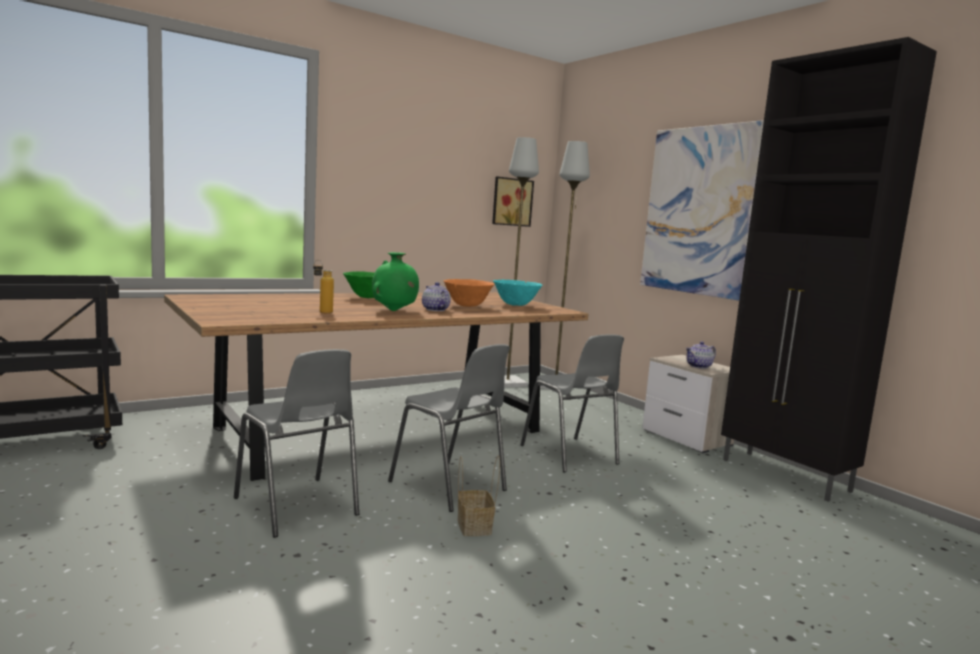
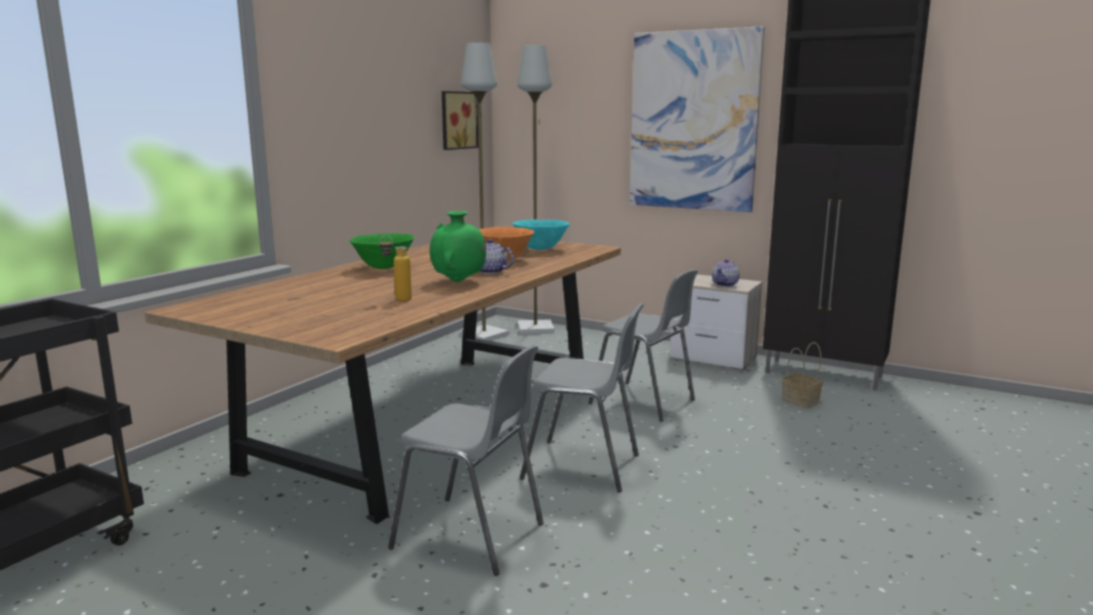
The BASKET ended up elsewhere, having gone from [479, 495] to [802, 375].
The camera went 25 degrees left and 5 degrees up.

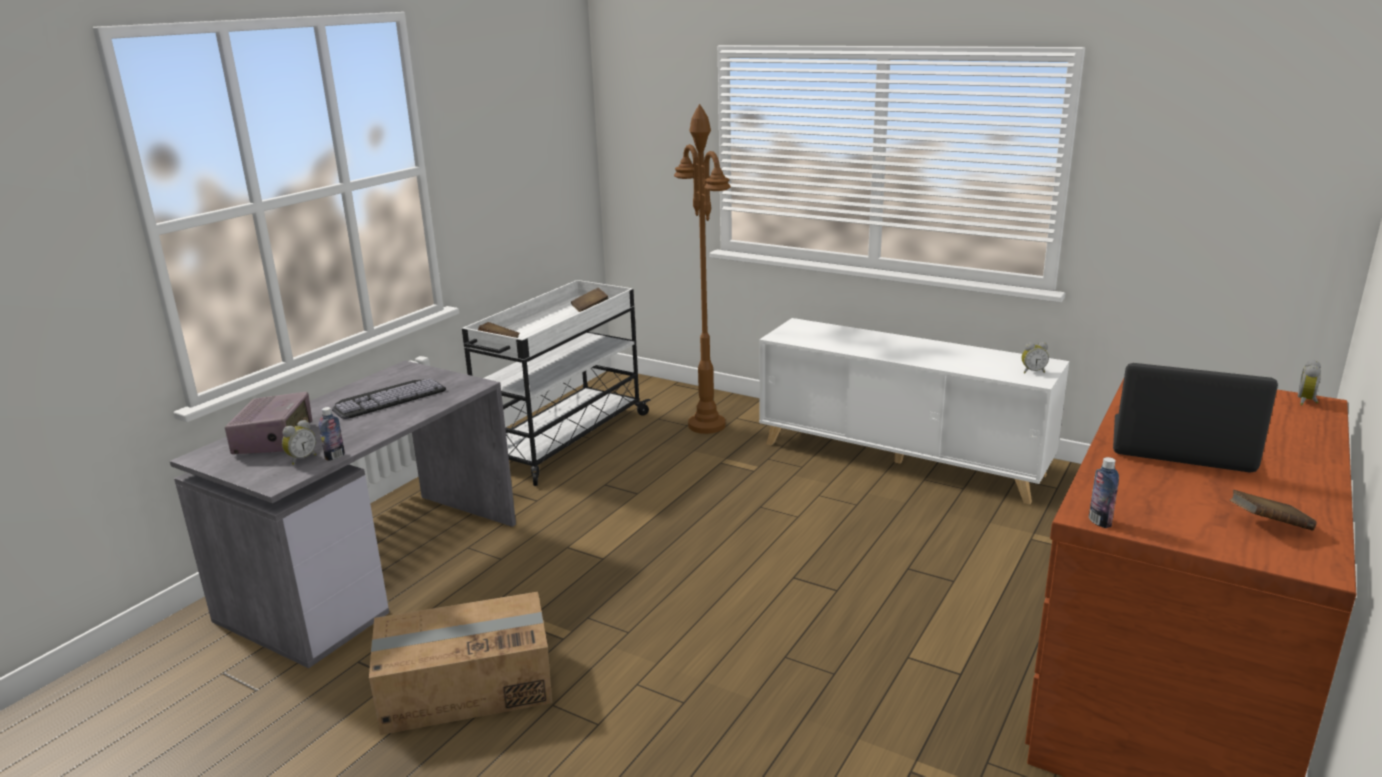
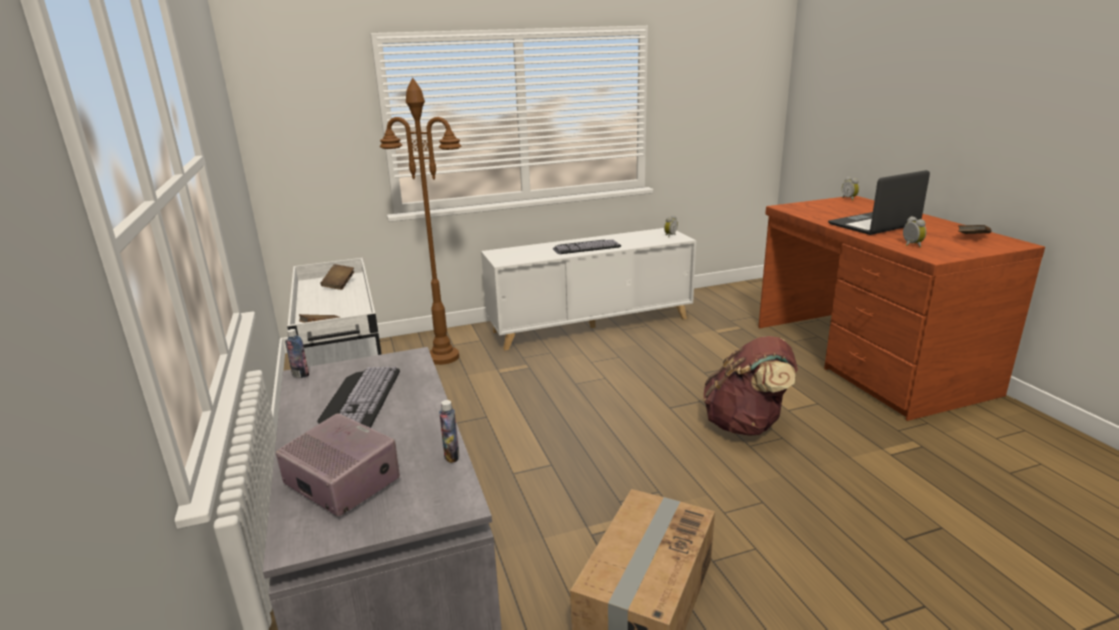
The ALARM CLOCK ended up elsewhere, having gone from [299, 442] to [914, 231].
The BOTTLE ended up elsewhere, having gone from [1104, 492] to [297, 353].
The second view gained the KEYBOARD at [587, 246].
The second view gained the BROWN BACKPACK at [750, 386].
The camera went 50 degrees left and 0 degrees up.

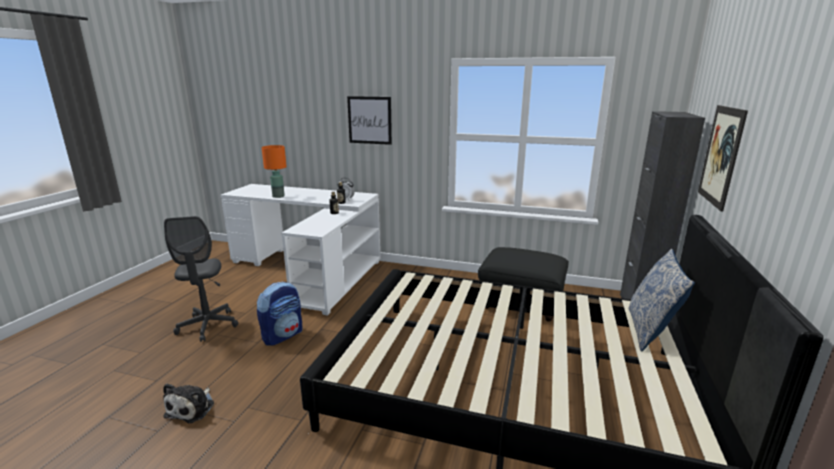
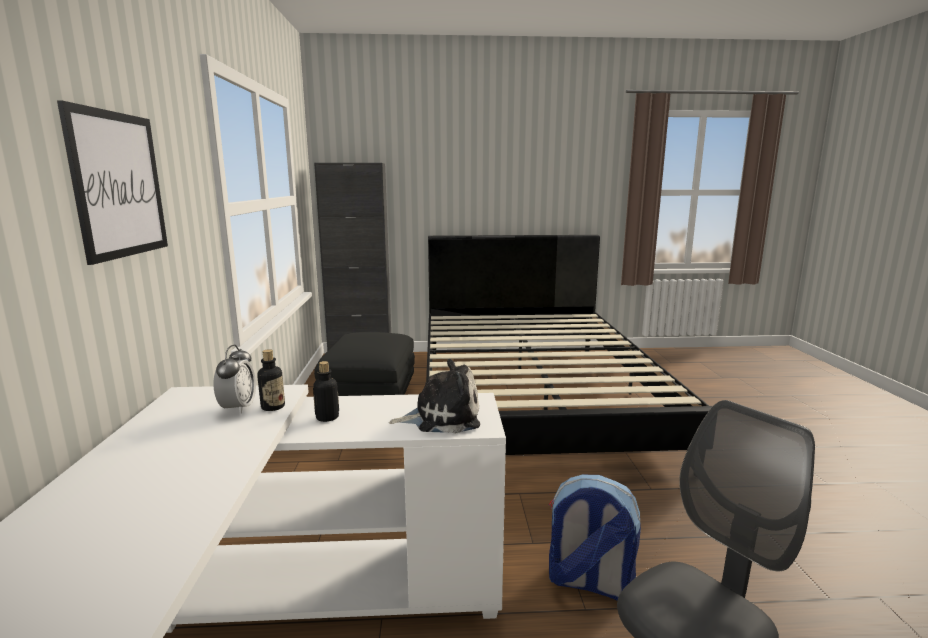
The second view lost the PICTURE at [723, 158].
The second view lost the ORANGE TABLE LAMP at [274, 171].
The second view lost the PILLOW at [662, 300].
The PLUSH TOY ended up elsewhere, having gone from [188, 403] to [434, 396].
The camera went 110 degrees left and 5 degrees down.

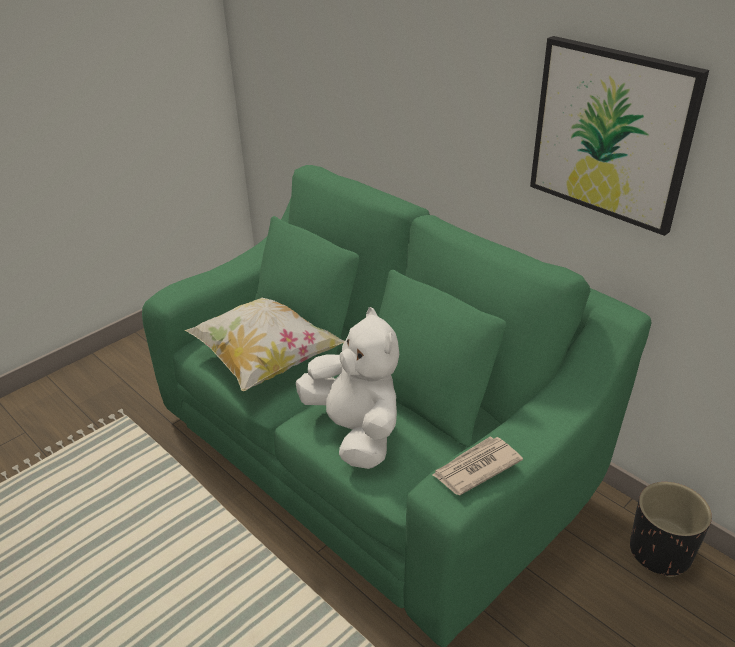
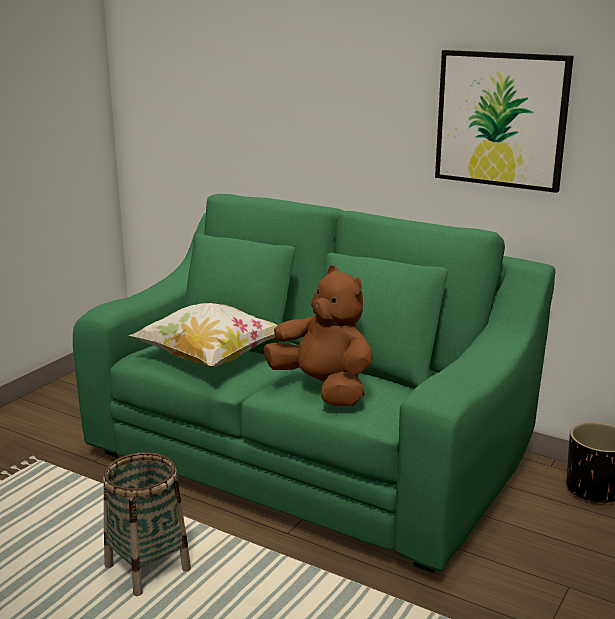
What was the WHITE PLUSH TOY at [347, 388] turned into the BROWN PLUSH TOY at [318, 335].
The second view lost the NEWSPAPER at [477, 465].
The second view gained the BASKET at [147, 524].
The camera went 15 degrees left and 15 degrees down.

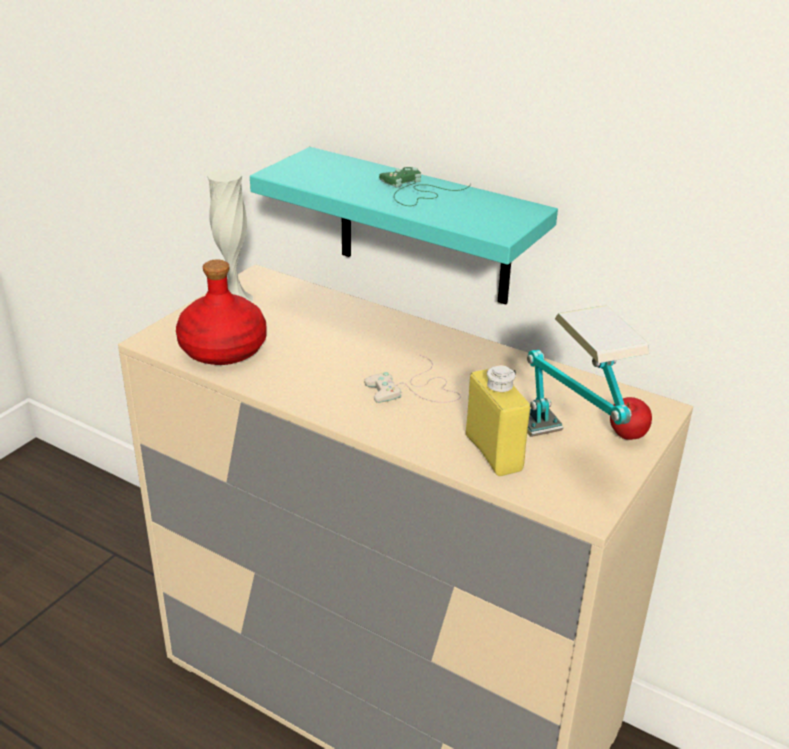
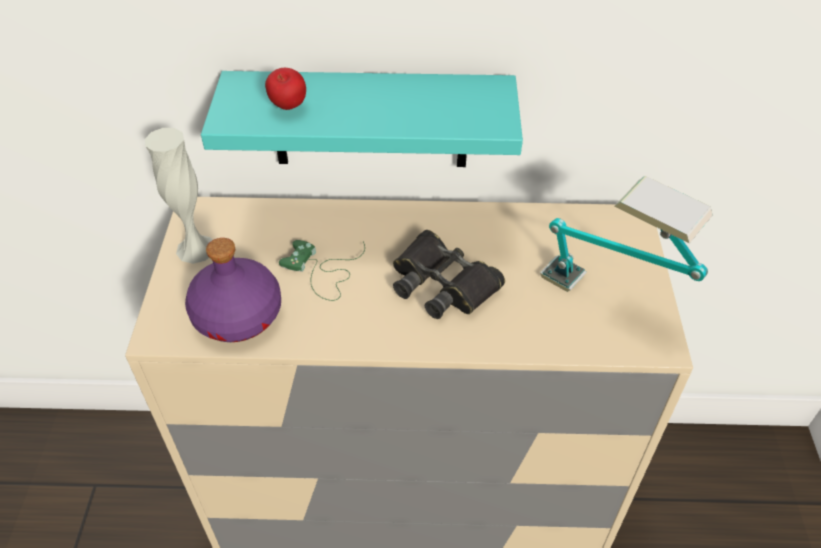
The GREEN GAME CONTROLLER ended up elsewhere, having gone from [425, 186] to [322, 270].
What was the RED BOTTLE at [221, 312] turned into the PURPLE BOTTLE at [233, 290].
Where the WHITE GAME CONTROLLER stood at [412, 379], the BLACK BINOCULARS came to stand at [449, 274].
The second view lost the YELLOW BOTTLE at [498, 420].
The APPLE ended up elsewhere, having gone from [631, 418] to [285, 89].
The camera went 30 degrees left and 15 degrees up.

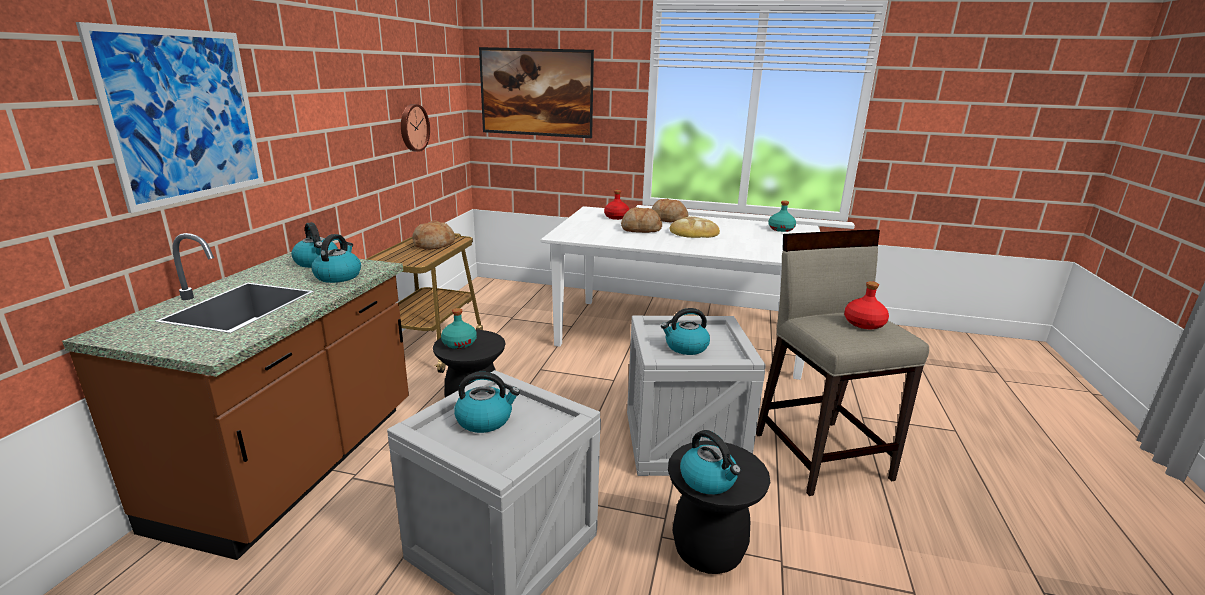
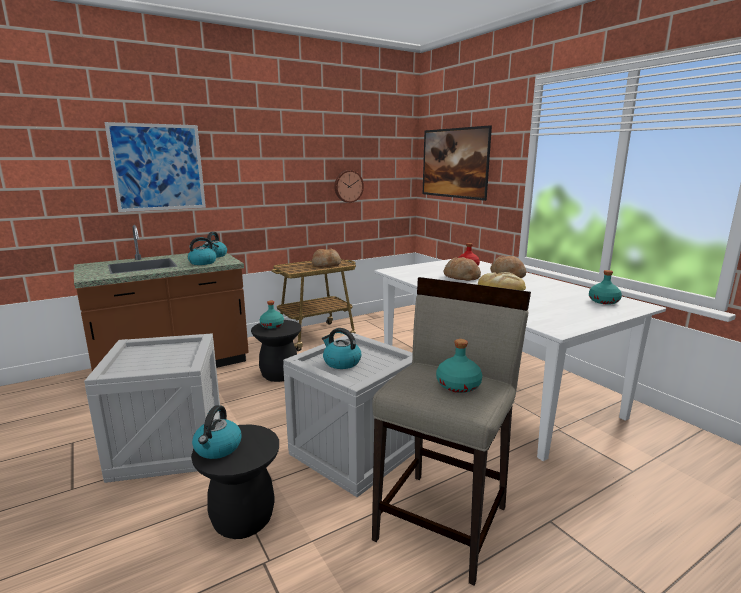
What was the RED BOTTLE at [866, 305] turned into the TURQUOISE BOTTLE at [459, 366].
The second view lost the KETTLE at [487, 402].
The camera went 45 degrees right and 5 degrees down.

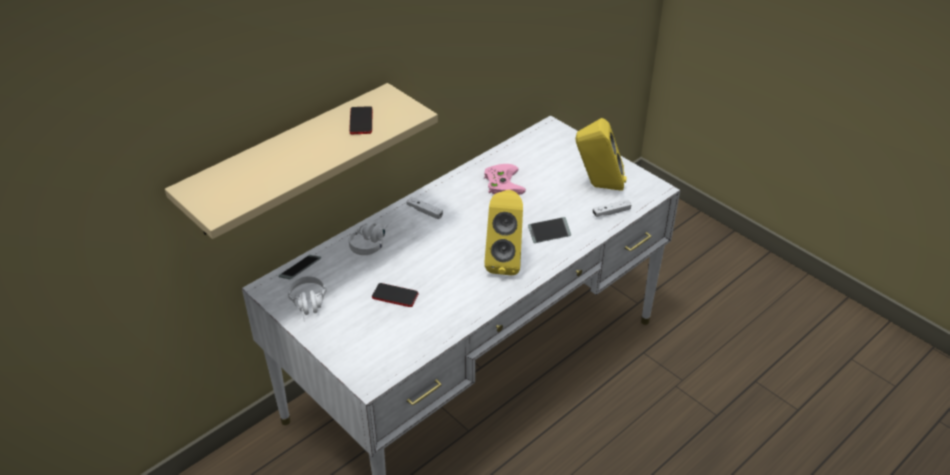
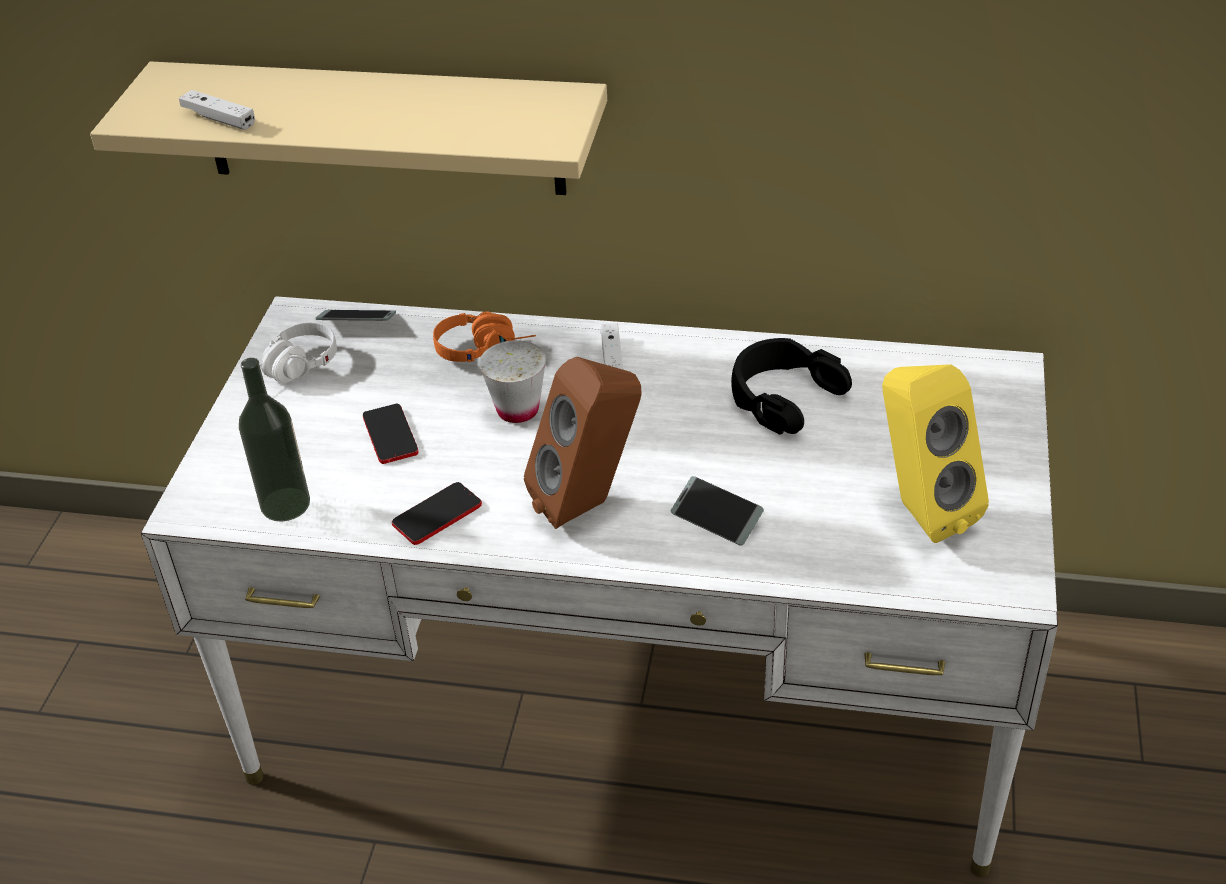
The PHONE ended up elsewhere, having gone from [361, 120] to [437, 513].
Where the PINK GAME CONTROLLER stood at [505, 179], the BLACK HEADPHONES came to stand at [791, 386].
What was the YELLOW SPEAKER at [503, 232] turned into the BROWN SPEAKER at [583, 443].
The WHITE GAME CONTROLLER ended up elsewhere, having gone from [612, 208] to [217, 110].
What was the WHITE HEADPHONES at [370, 238] turned into the ORANGE HEADPHONES at [484, 336].
The second view gained the WHITE CUP at [512, 381].
The second view gained the BOTTLE at [274, 440].
The camera went 55 degrees right and 0 degrees up.

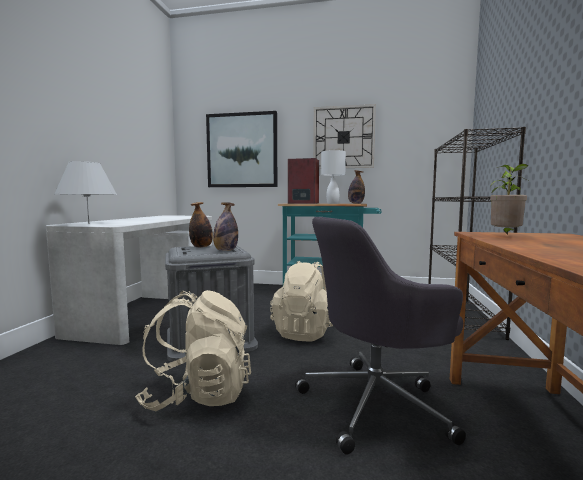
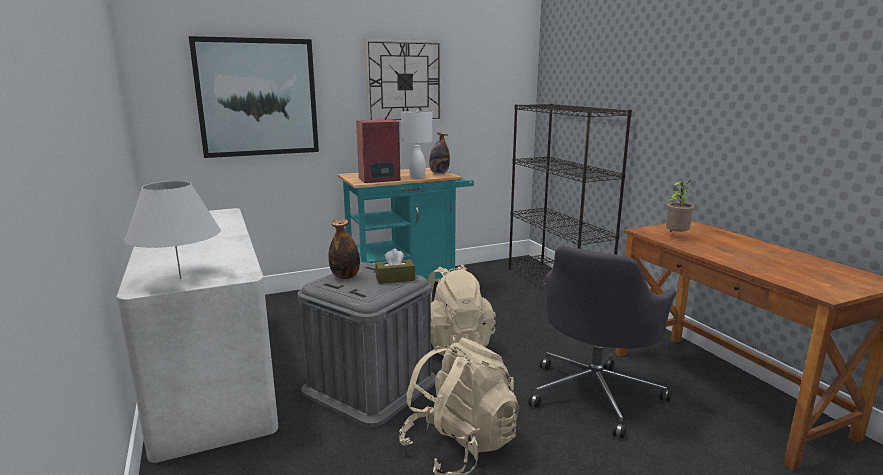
Where the BOTTLE stood at [225, 226], the BROWN TISSUE BOX came to stand at [395, 266].
The camera went 35 degrees left and 10 degrees up.

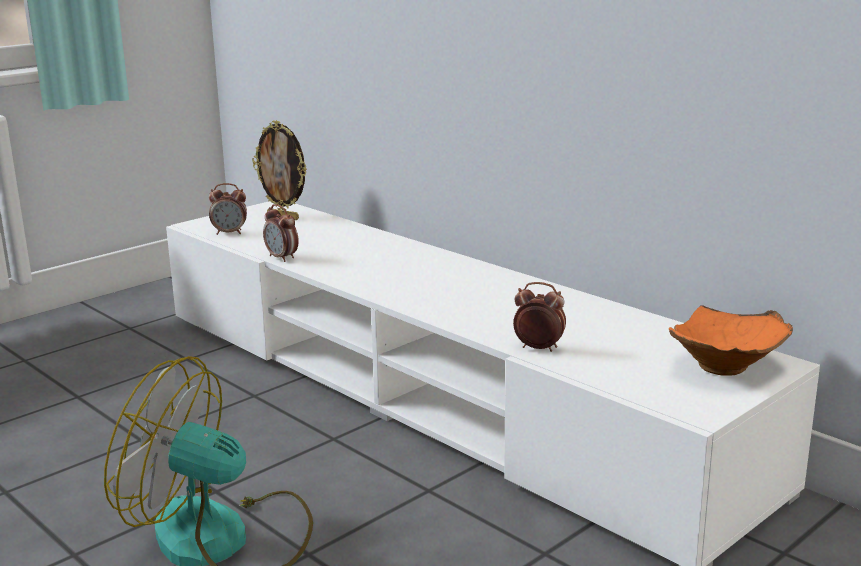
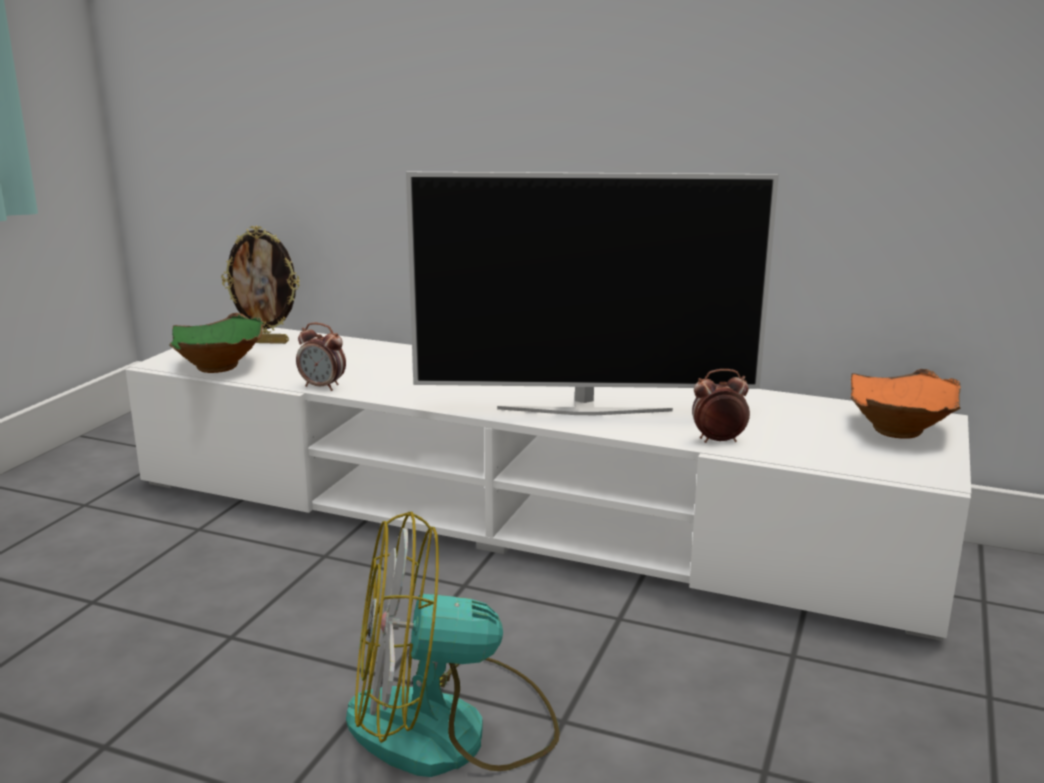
Where the ALARM CLOCK stood at [228, 209], the GREEN BOWL came to stand at [216, 343].
The second view gained the TELEVISION at [592, 293].
The camera went 25 degrees left and 0 degrees up.

